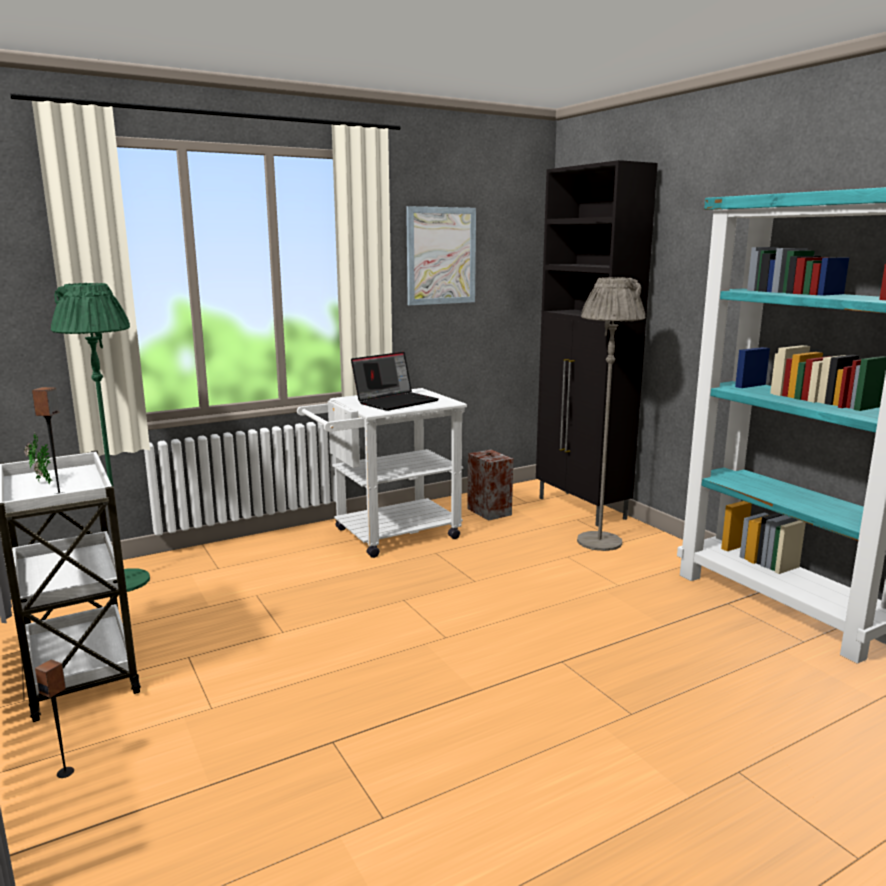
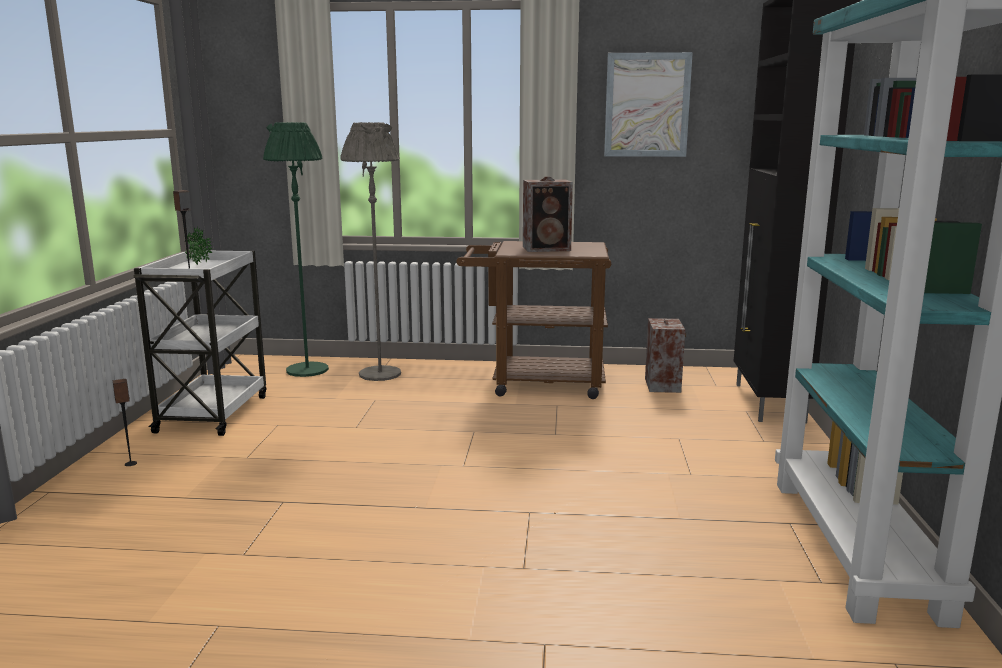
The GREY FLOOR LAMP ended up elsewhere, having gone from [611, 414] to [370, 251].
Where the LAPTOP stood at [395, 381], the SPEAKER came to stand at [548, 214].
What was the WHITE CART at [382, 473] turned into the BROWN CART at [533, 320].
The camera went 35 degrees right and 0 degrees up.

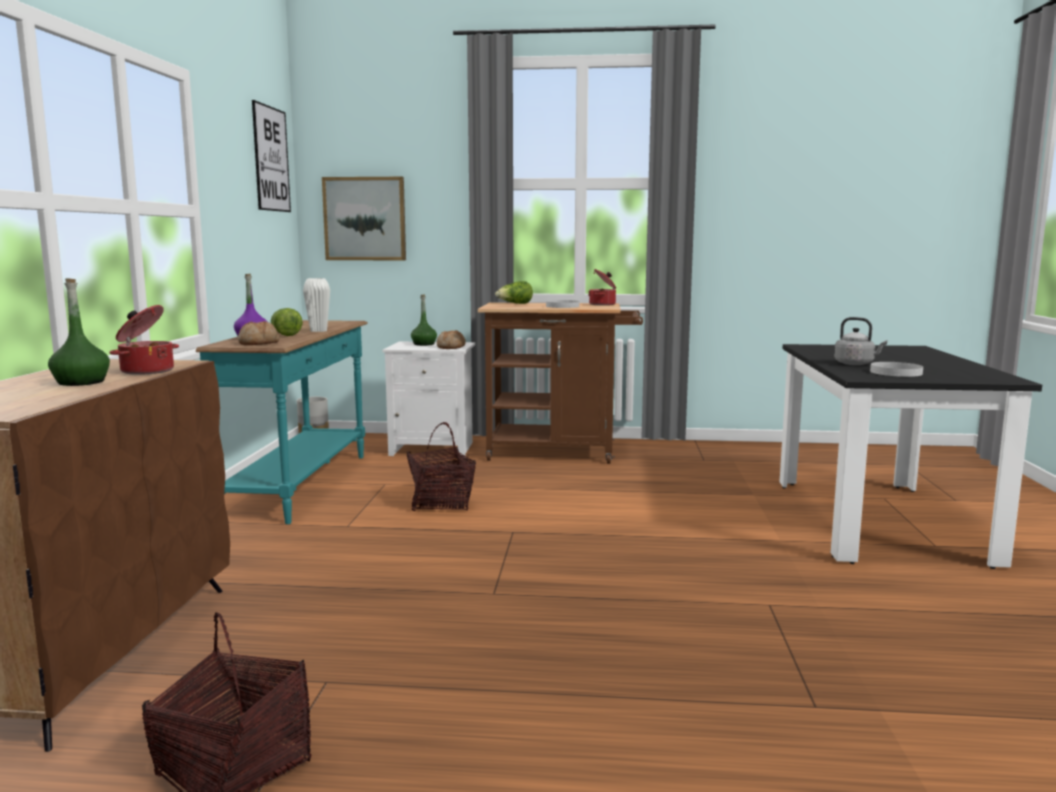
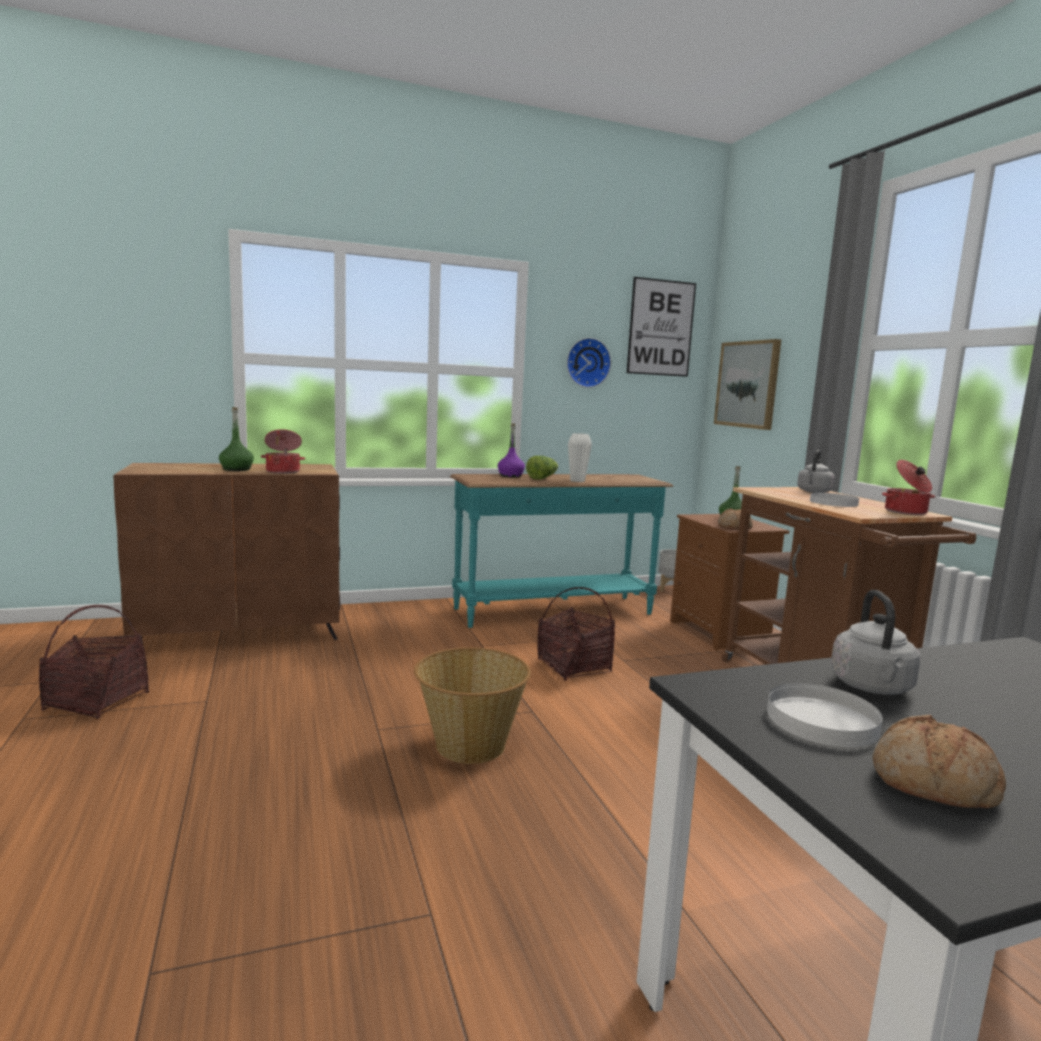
Where the LETTUCE stood at [514, 292], the GREY KETTLE came to stand at [816, 471].
The BREAD ended up elsewhere, having gone from [259, 333] to [939, 761].
What was the WHITE NIGHTSTAND at [428, 399] turned into the BROWN NIGHTSTAND at [729, 582].
The second view gained the WALL CLOCK at [589, 363].
The second view gained the BASKET at [472, 705].
The camera went 65 degrees right and 0 degrees up.

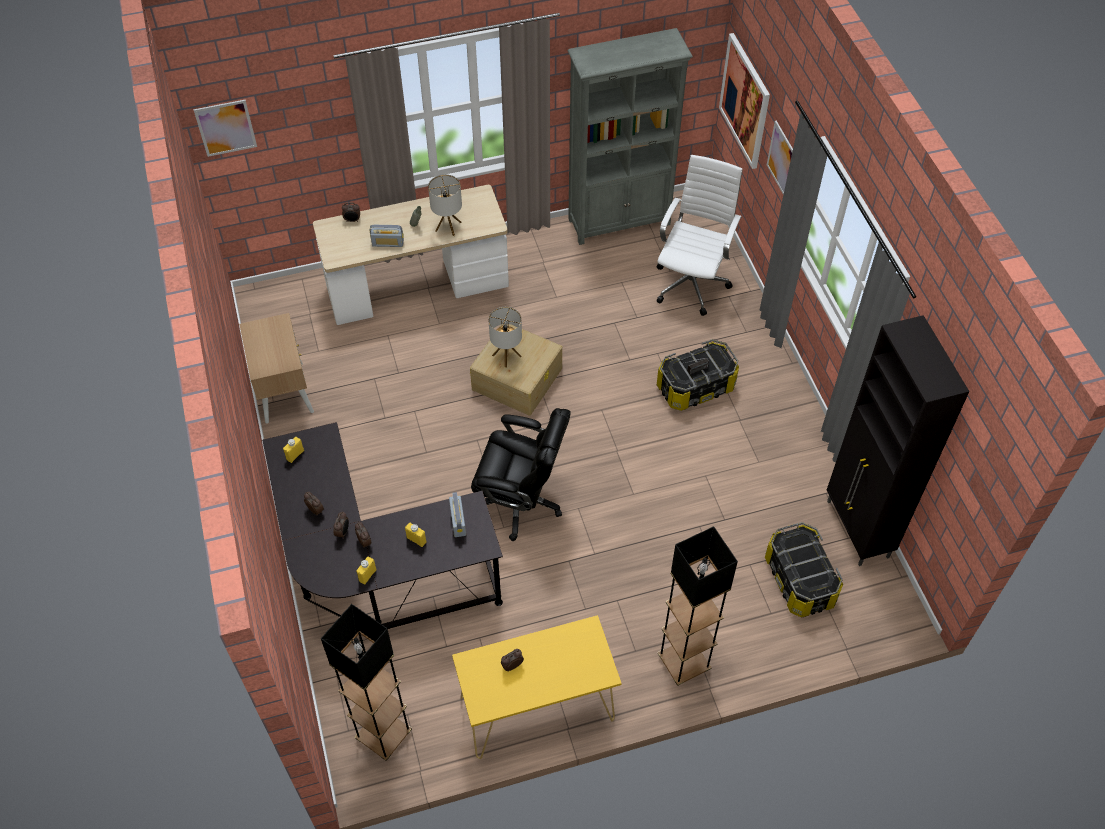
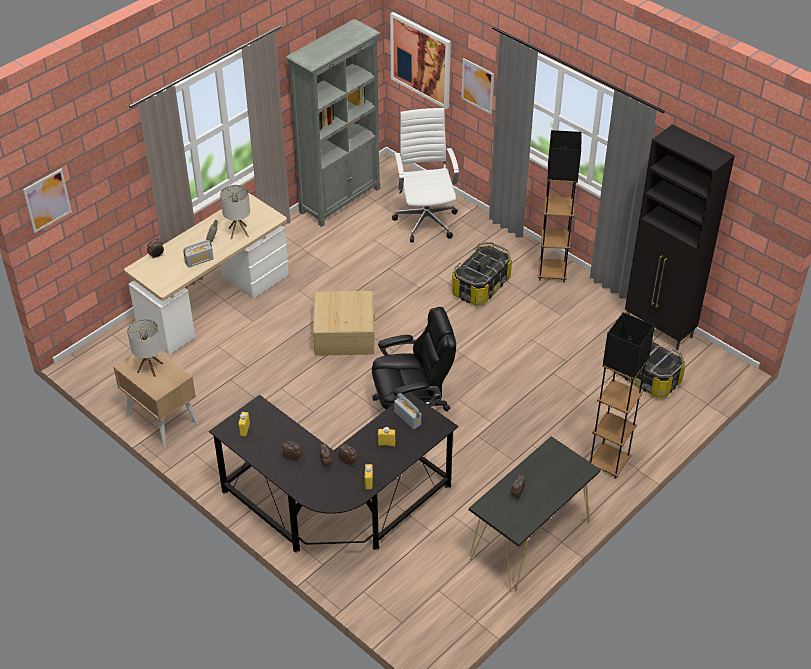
The TABLE LAMP ended up elsewhere, having gone from [505, 337] to [145, 348].
The BLACK FLOOR LAMP ended up elsewhere, having gone from [366, 682] to [559, 206].
What was the YELLOW CONSOLE TABLE at [537, 687] turned into the BLACK CONSOLE TABLE at [535, 514].
The camera went 30 degrees left and 10 degrees down.

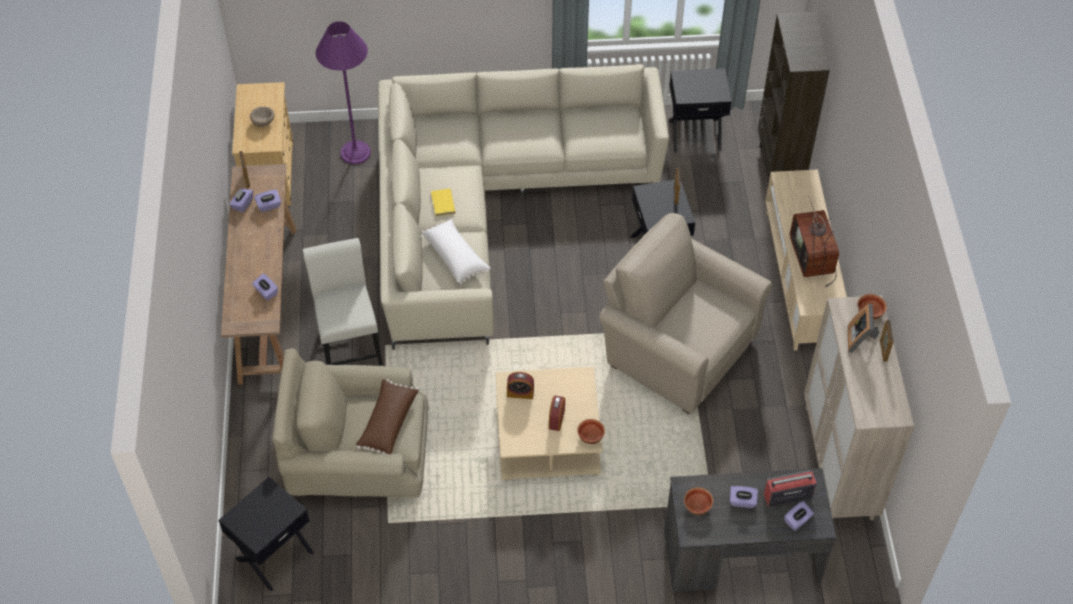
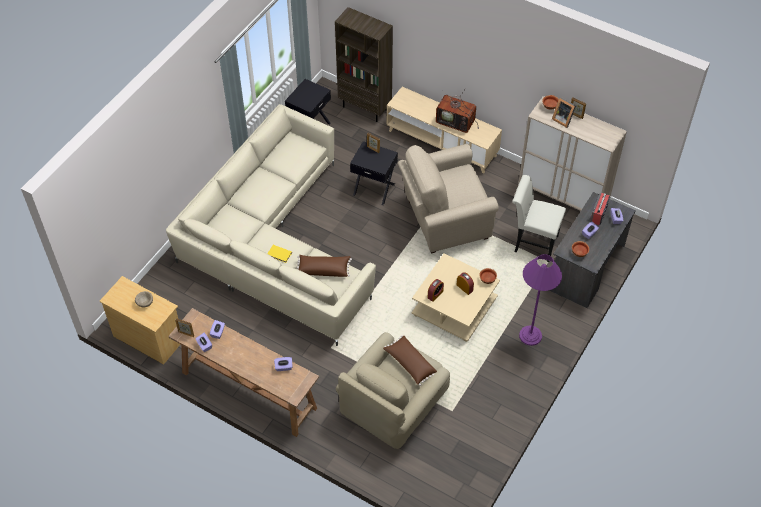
The PURPLE FLOOR LAMP ended up elsewhere, having gone from [343, 92] to [540, 300].
What was the WHITE PILLOW at [455, 252] turned into the BROWN PILLOW at [324, 266].
The WHITE CHAIR ended up elsewhere, having gone from [343, 301] to [539, 218].
The second view lost the BLACK SIDE TABLE at [266, 534].
The camera went 55 degrees left and 0 degrees up.

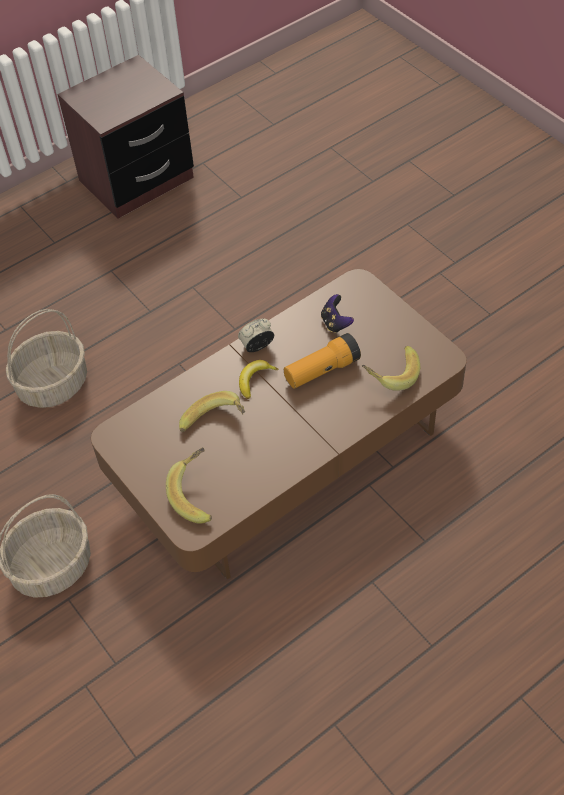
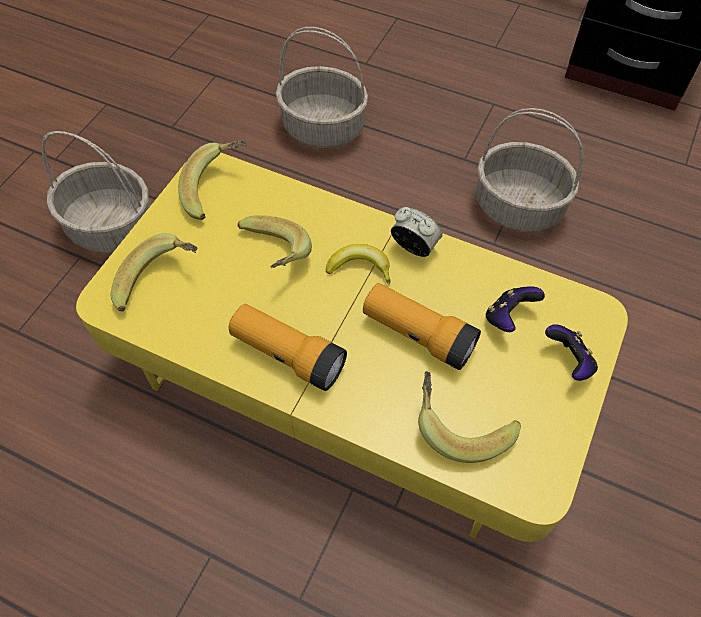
What was the BROWN COFFEE TABLE at [279, 424] turned into the YELLOW COFFEE TABLE at [352, 347].
The second view gained the BASKET at [530, 170].
The second view gained the BANANA at [212, 180].
The second view gained the FLASHLIGHT at [287, 347].
The second view gained the GAME CONTROLLER at [571, 352].
The camera went 60 degrees right and 5 degrees up.

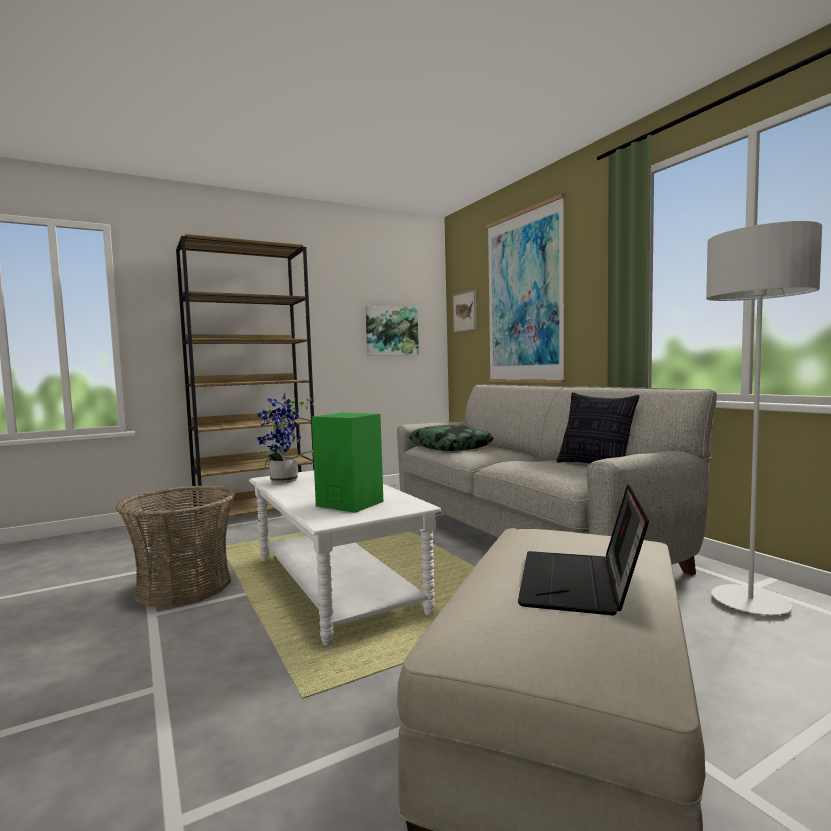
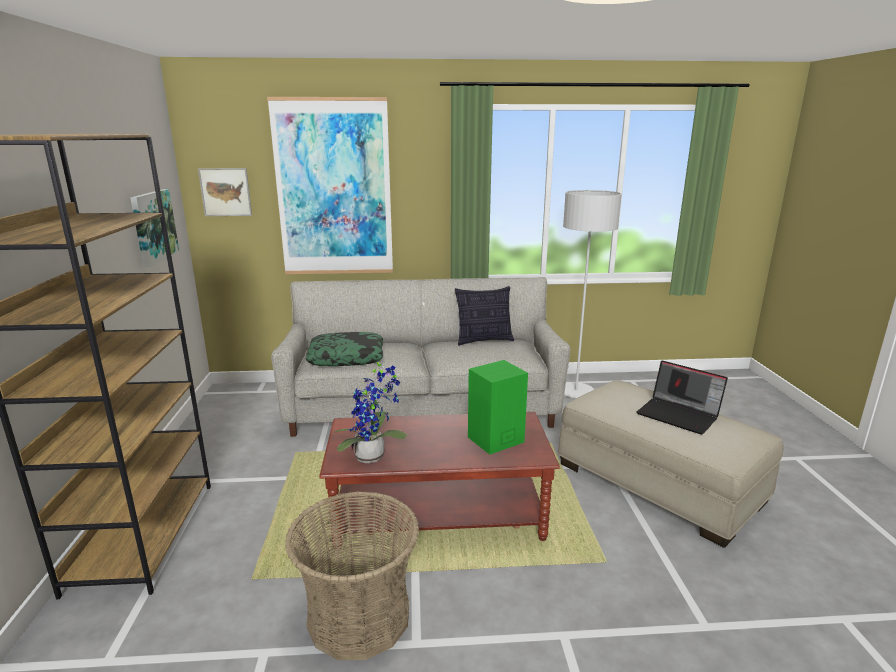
What was the WHITE COFFEE TABLE at [345, 558] turned into the BROWN COFFEE TABLE at [439, 481].
The camera went 65 degrees left and 15 degrees up.

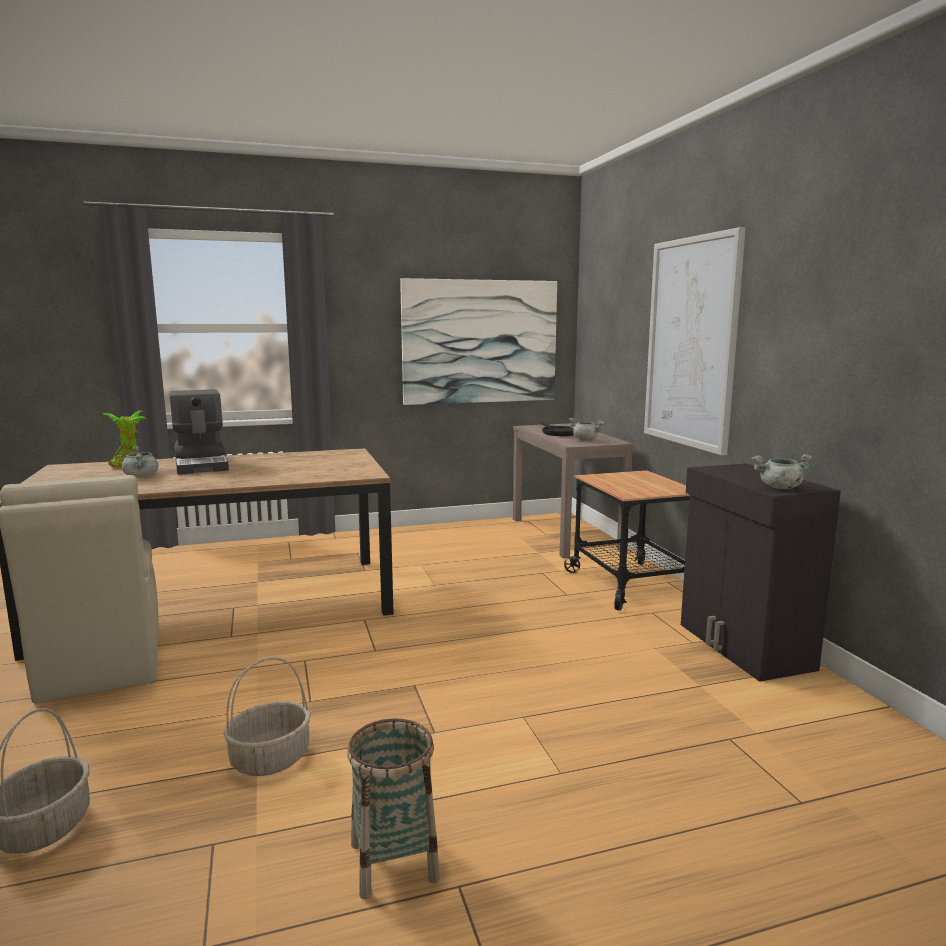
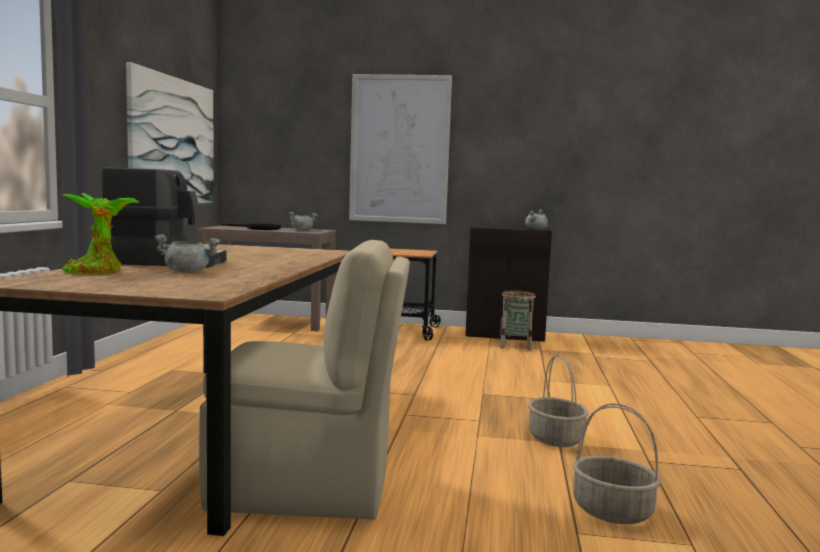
The BASKET ended up elsewhere, having gone from [393, 809] to [518, 320].
The camera went 65 degrees left and 5 degrees down.

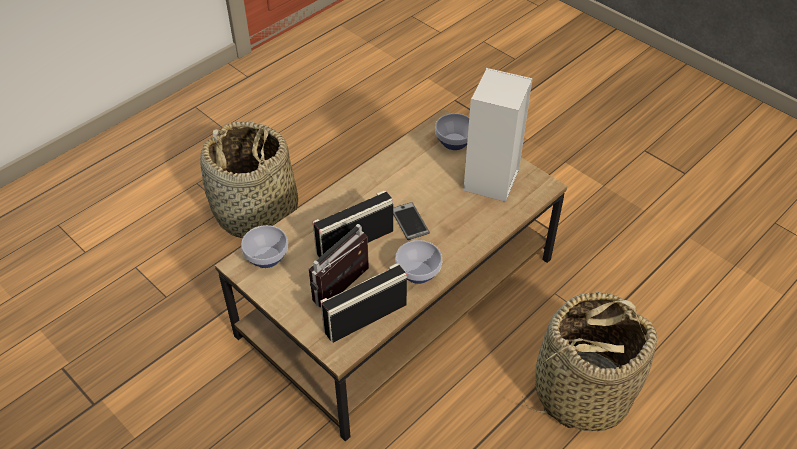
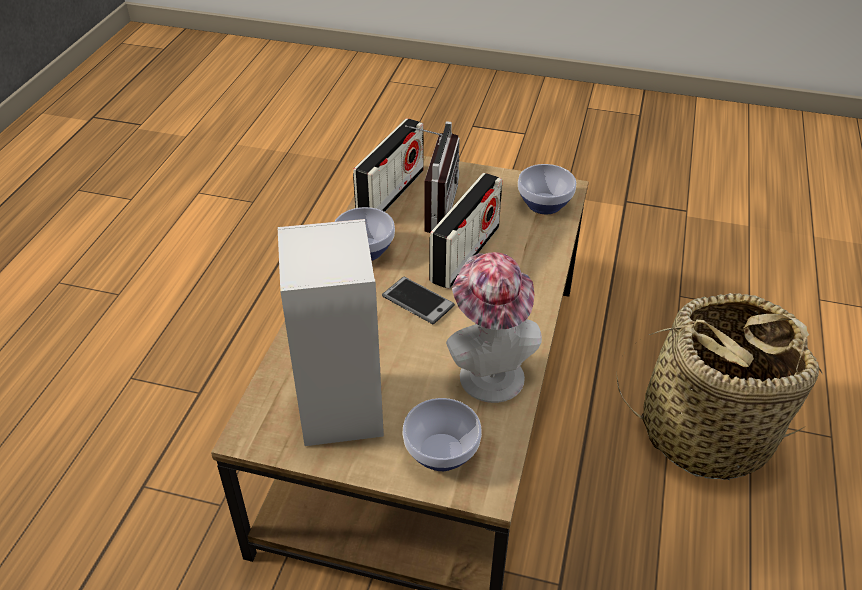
The second view lost the BASKET at [590, 361].
The second view gained the HAT at [494, 327].
The camera went 150 degrees right and 5 degrees down.

